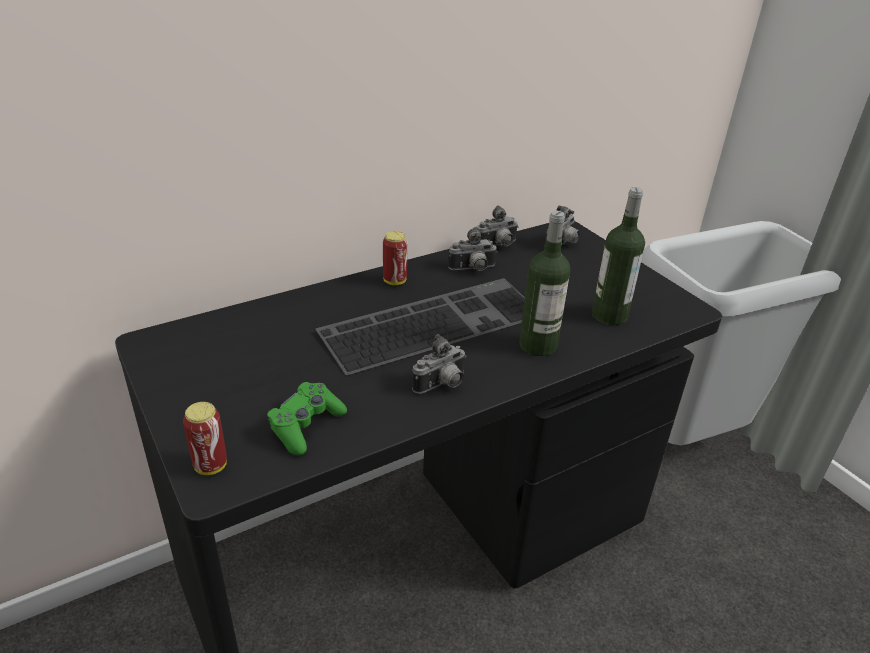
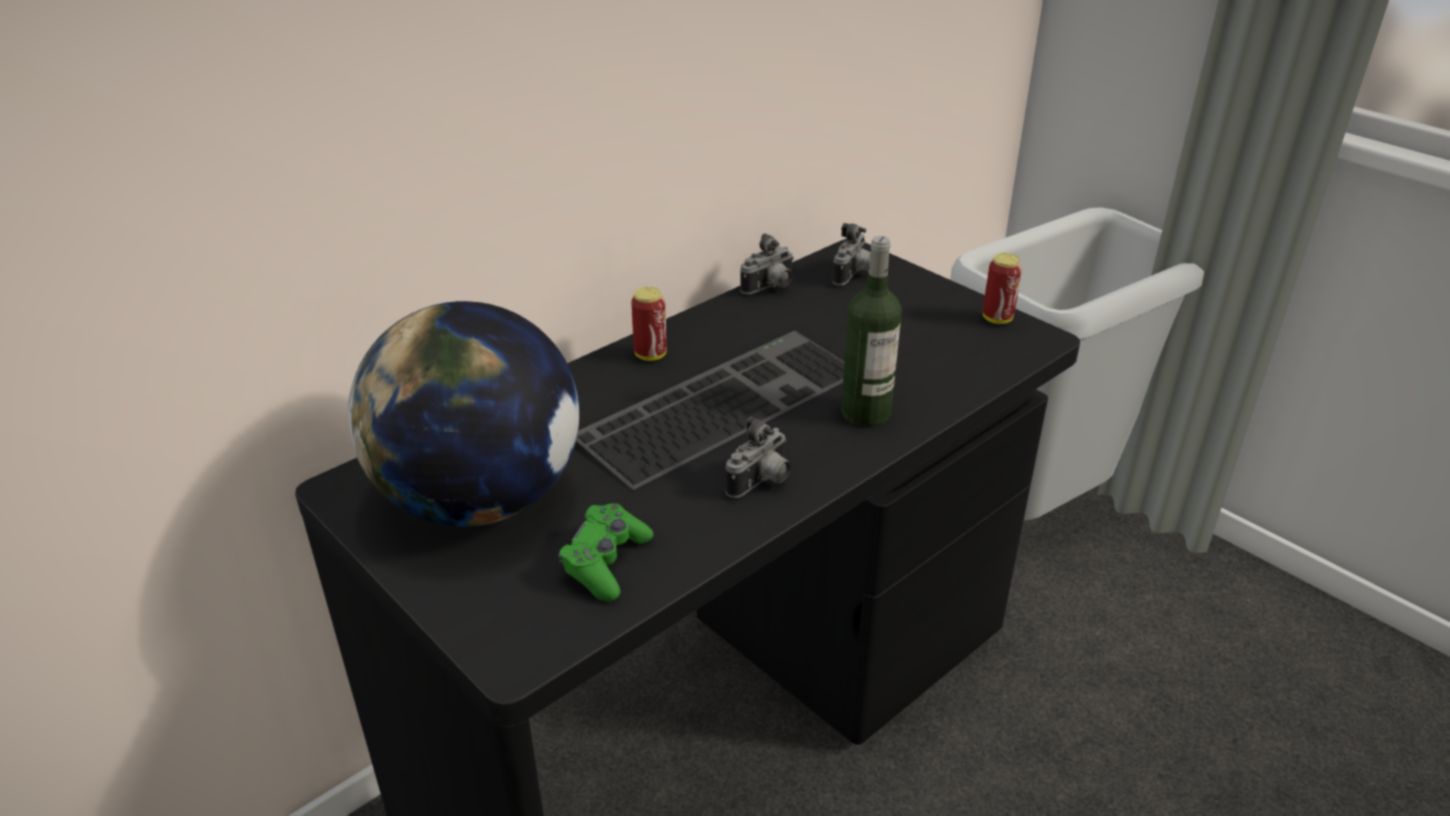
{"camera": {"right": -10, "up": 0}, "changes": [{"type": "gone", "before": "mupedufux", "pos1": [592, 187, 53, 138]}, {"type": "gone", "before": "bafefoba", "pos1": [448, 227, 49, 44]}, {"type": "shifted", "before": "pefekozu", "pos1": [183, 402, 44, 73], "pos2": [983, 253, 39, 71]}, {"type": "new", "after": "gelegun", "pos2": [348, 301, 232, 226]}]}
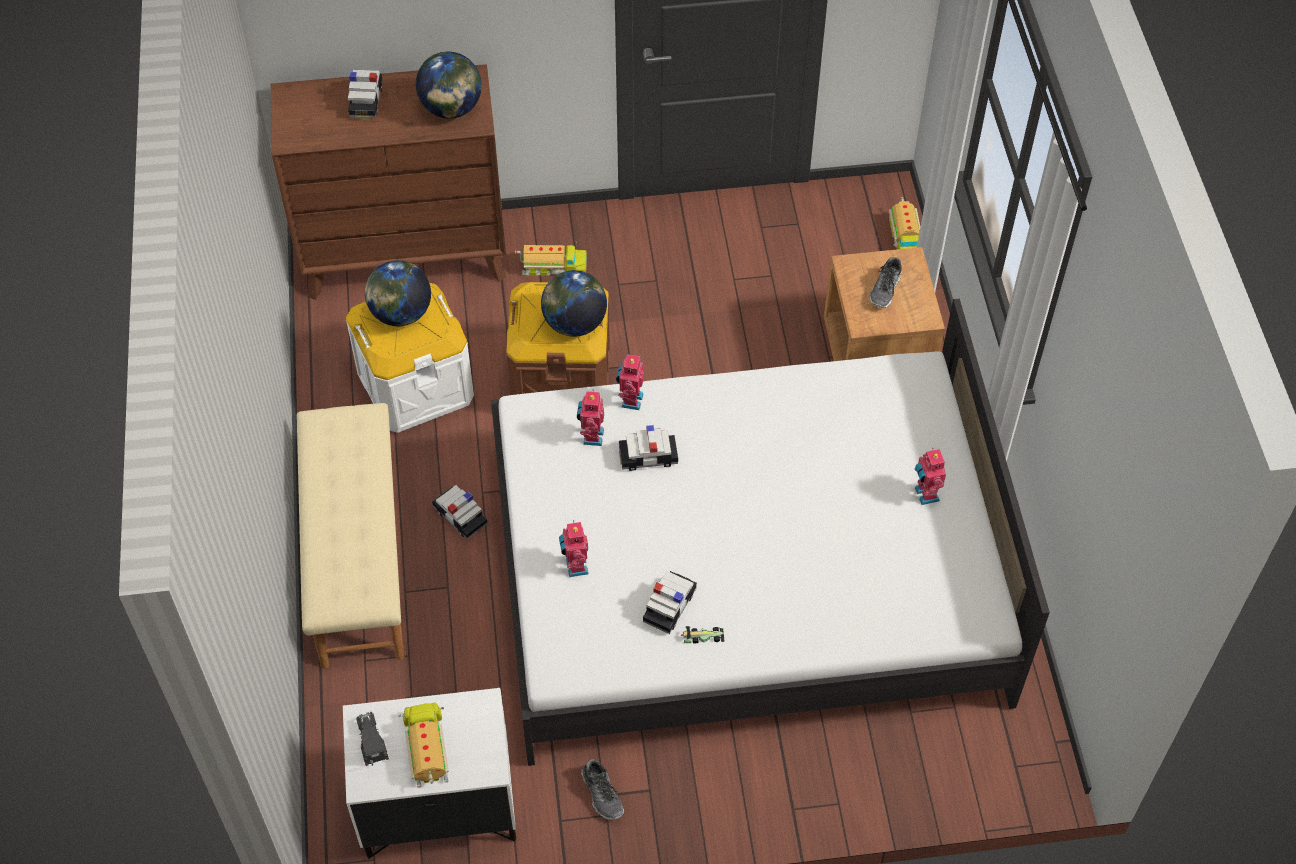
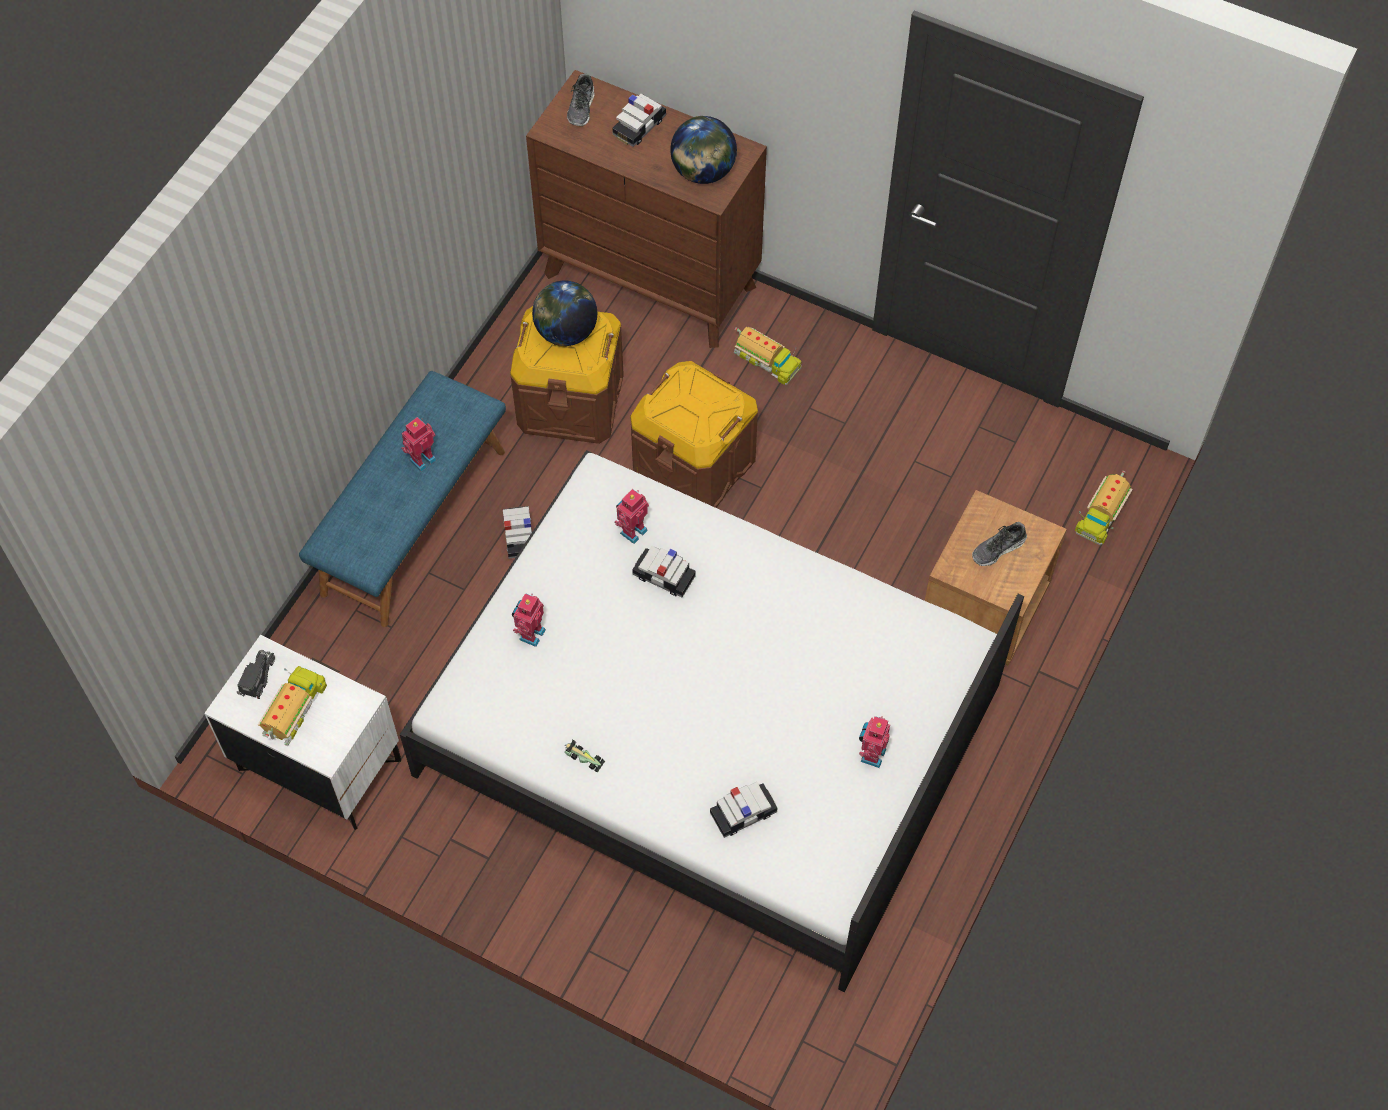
{"camera": {"right": 35, "up": 5}, "changes": [{"type": "gone", "before": "gelegun", "pos1": [541, 270, 66, 67]}, {"type": "repainted", "before": "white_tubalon", "after": "brown_tubalon", "pos1": [346, 283, 128, 150], "pos2": [510, 306, 114, 138]}, {"type": "shifted", "before": "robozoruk", "pos1": [616, 353, 28, 57], "pos2": [401, 417, 35, 54]}, {"type": "repainted", "before": "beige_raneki", "after": "blue_raneki", "pos1": [297, 403, 107, 265], "pos2": [299, 371, 207, 256]}, {"type": "shifted", "before": "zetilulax", "pos1": [643, 571, 54, 63], "pos2": [710, 782, 67, 56]}, {"type": "shifted", "before": "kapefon", "pos1": [581, 759, 43, 61], "pos2": [567, 74, 27, 52]}]}
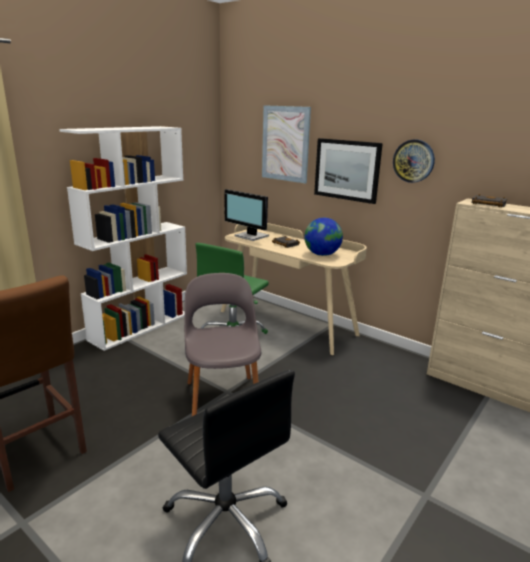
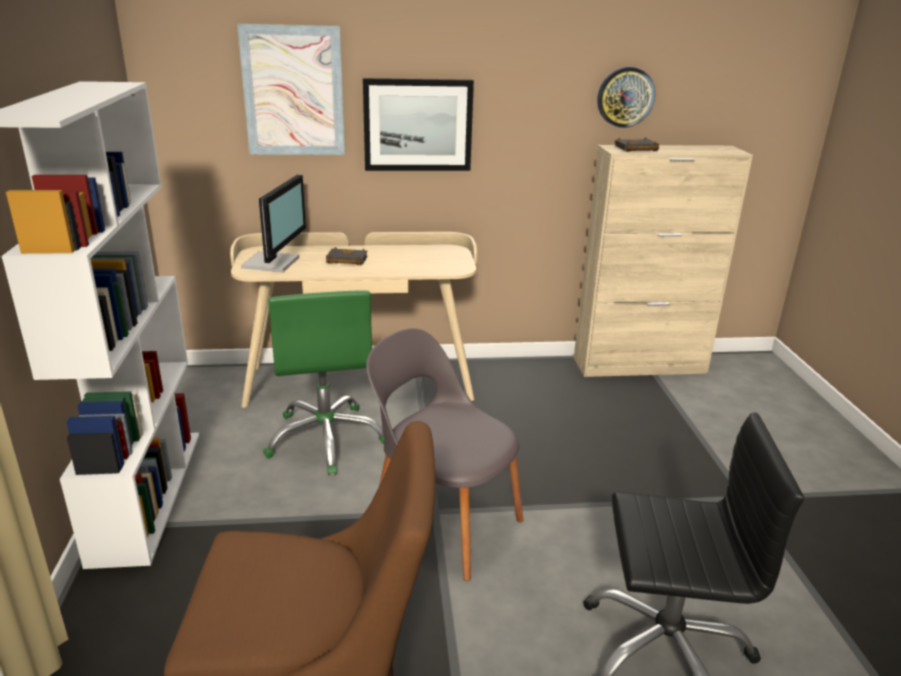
{"camera": {"right": -45, "up": 5}, "changes": [{"type": "shifted", "before": "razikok", "pos1": [393, 139, 42, 44], "pos2": [597, 67, 58, 61]}, {"type": "rotated", "before": "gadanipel", "pos1": [224, 189, 45, 52], "pos2": [241, 175, 65, 97], "turn": -75}, {"type": "gone", "before": "gelegun", "pos1": [304, 218, 39, 38]}]}
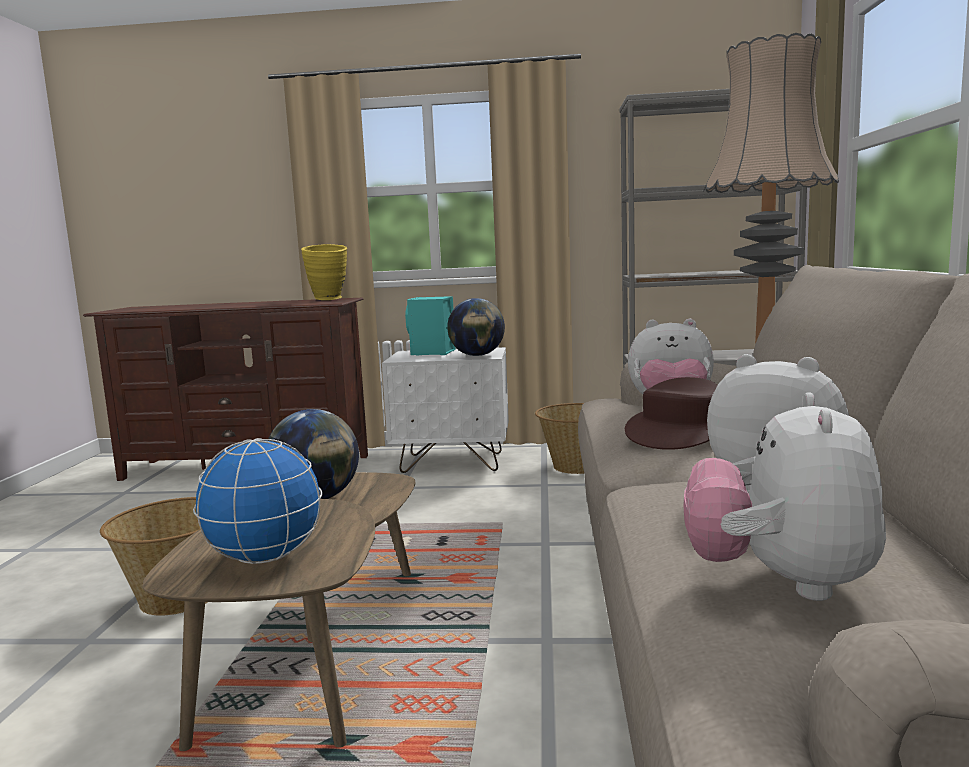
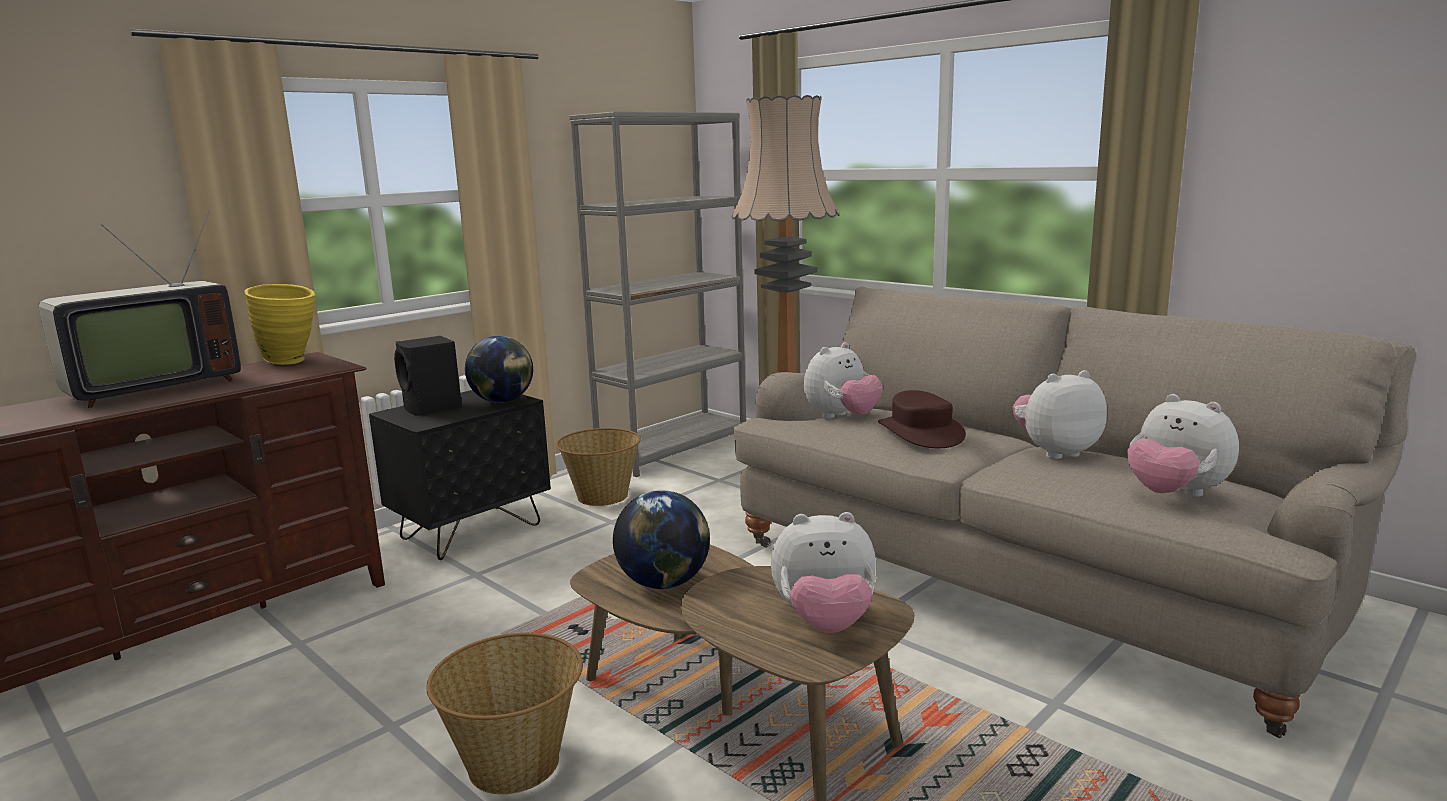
{"camera": {"right": -50, "up": 5}, "changes": [{"type": "repainted", "before": "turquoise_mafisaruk", "after": "black_mafisaruk", "pos1": [405, 296, 51, 59], "pos2": [394, 336, 68, 80]}, {"type": "repainted", "before": "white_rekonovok", "after": "black_rekonovok", "pos1": [382, 347, 127, 126], "pos2": [369, 390, 182, 170]}, {"type": "swapped", "before": "gelegun", "after": "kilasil", "pos1": [193, 438, 129, 126], "pos2": [771, 512, 105, 121]}, {"type": "new", "after": "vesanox", "pos2": [39, 210, 202, 198]}]}
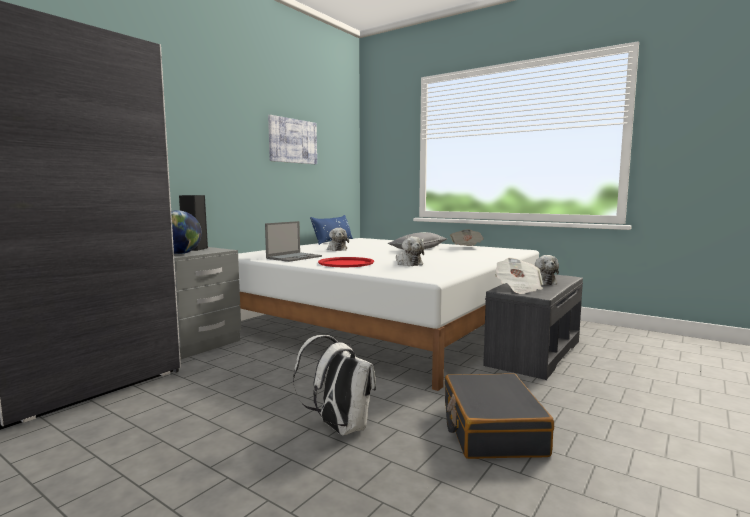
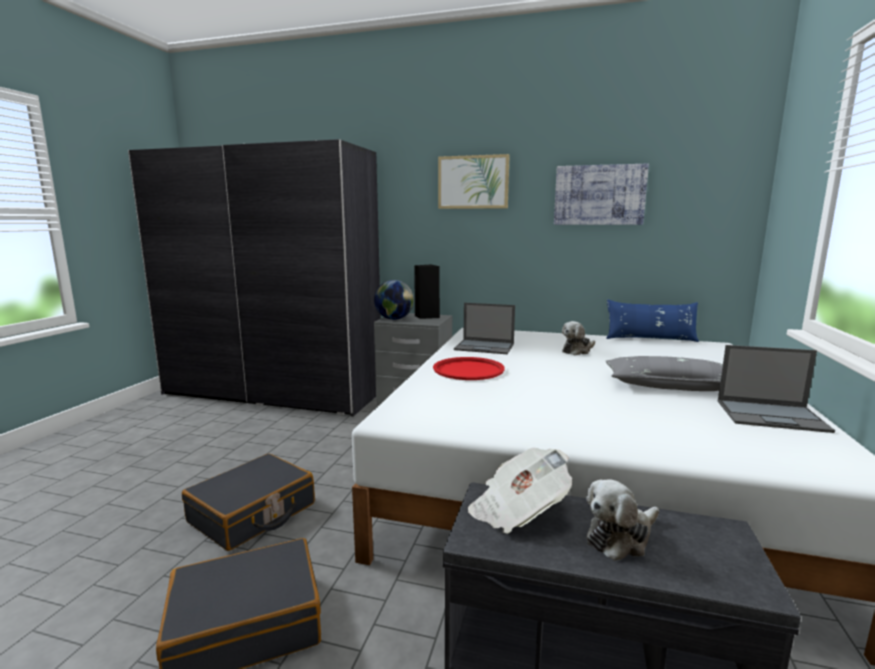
{"camera": {"right": 70, "up": 5}, "changes": [{"type": "swapped", "before": "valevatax", "after": "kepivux", "pos1": [450, 230, 34, 16], "pos2": [718, 345, 117, 88]}, {"type": "gone", "before": "kilasil", "pos1": [396, 237, 28, 29]}, {"type": "swapped", "before": "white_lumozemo", "after": "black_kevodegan", "pos1": [293, 335, 83, 100], "pos2": [182, 454, 133, 97]}, {"type": "new", "after": "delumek", "pos2": [438, 154, 72, 55]}]}
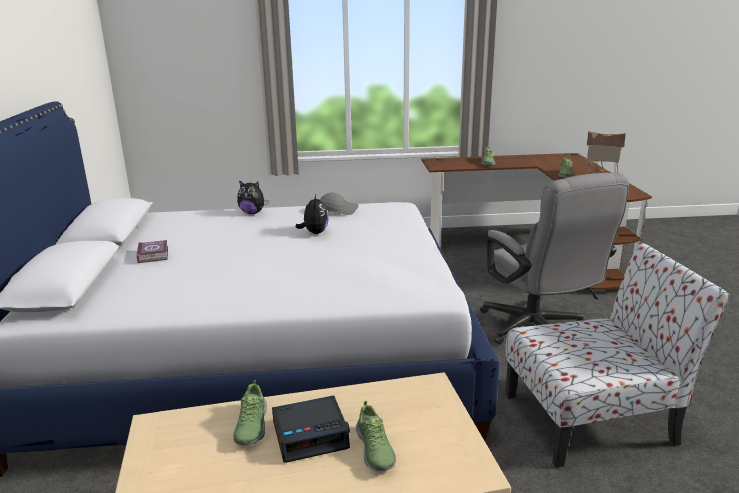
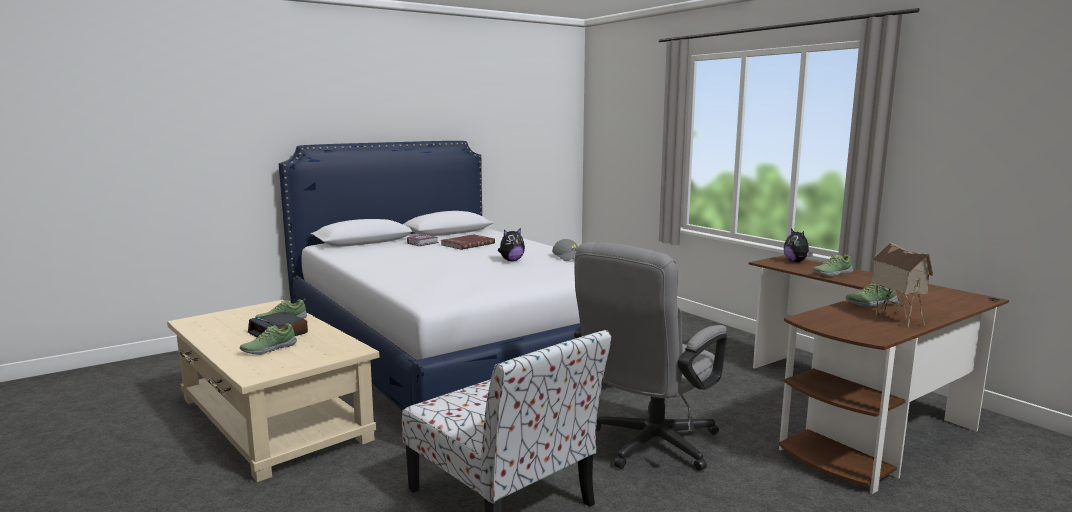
{"camera": {"right": 60, "up": -10}, "changes": [{"type": "shifted", "before": "kilasil", "pos1": [237, 180, 32, 34], "pos2": [784, 228, 29, 34]}, {"type": "new", "after": "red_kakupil", "pos2": [441, 234, 54, 16]}]}
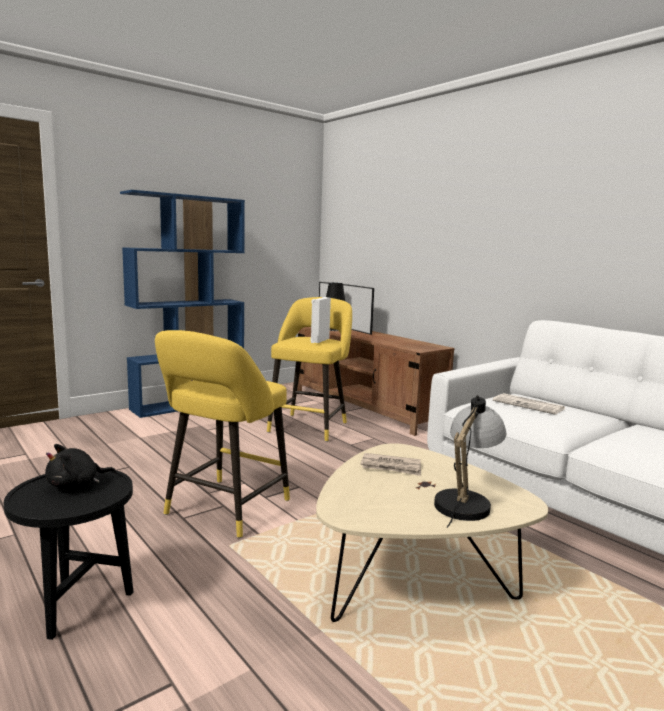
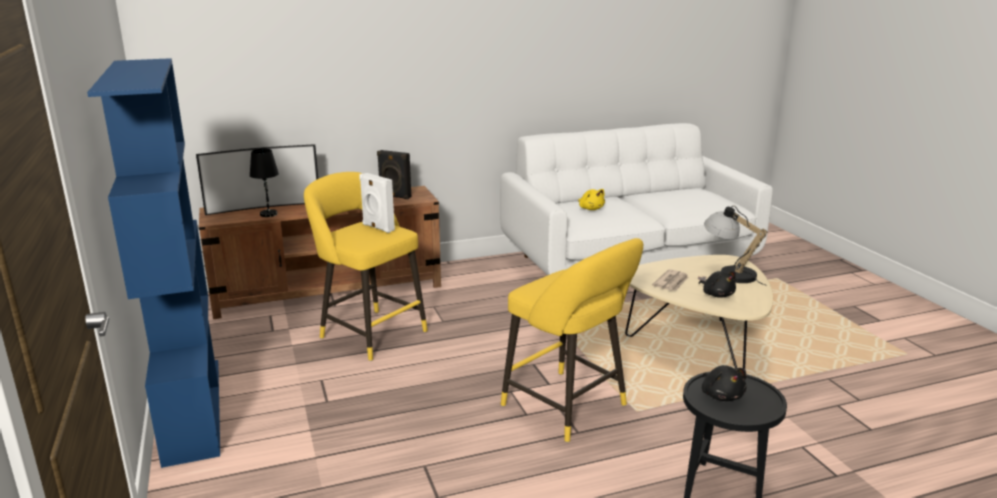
{"camera": {"right": -70, "up": 10}, "changes": [{"type": "swapped", "before": "valevatax", "after": "yellow_kilasil", "pos1": [493, 393, 72, 21], "pos2": [578, 189, 27, 21]}, {"type": "new", "after": "black_mafisaruk", "pos2": [377, 150, 34, 49]}, {"type": "new", "after": "black_kilasil", "pos2": [699, 271, 37, 27]}]}
